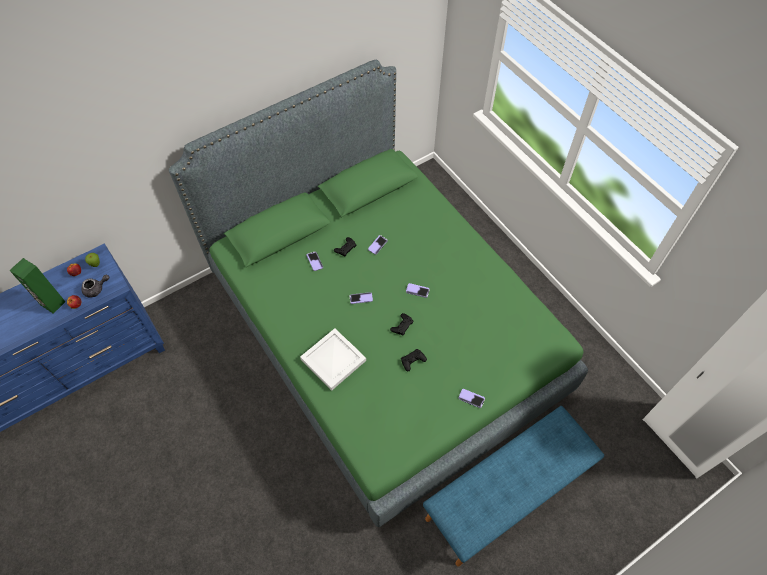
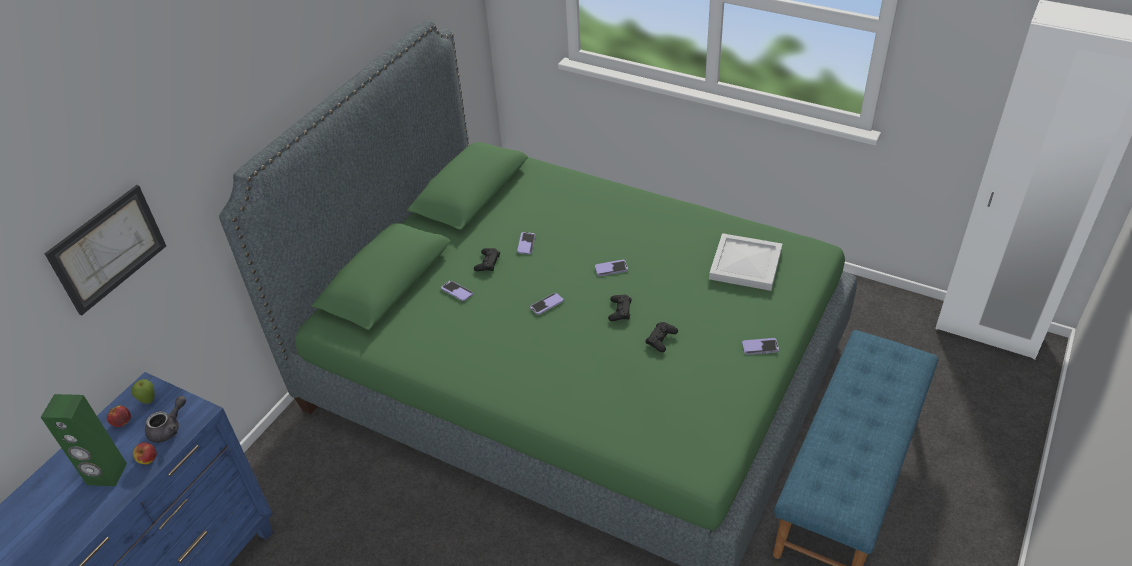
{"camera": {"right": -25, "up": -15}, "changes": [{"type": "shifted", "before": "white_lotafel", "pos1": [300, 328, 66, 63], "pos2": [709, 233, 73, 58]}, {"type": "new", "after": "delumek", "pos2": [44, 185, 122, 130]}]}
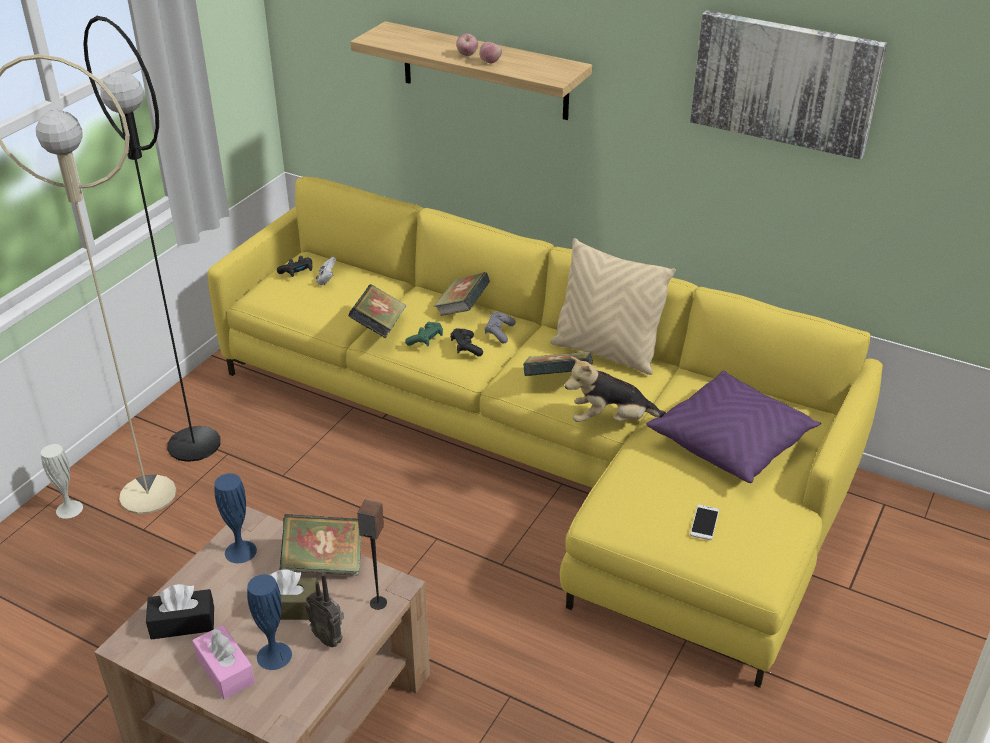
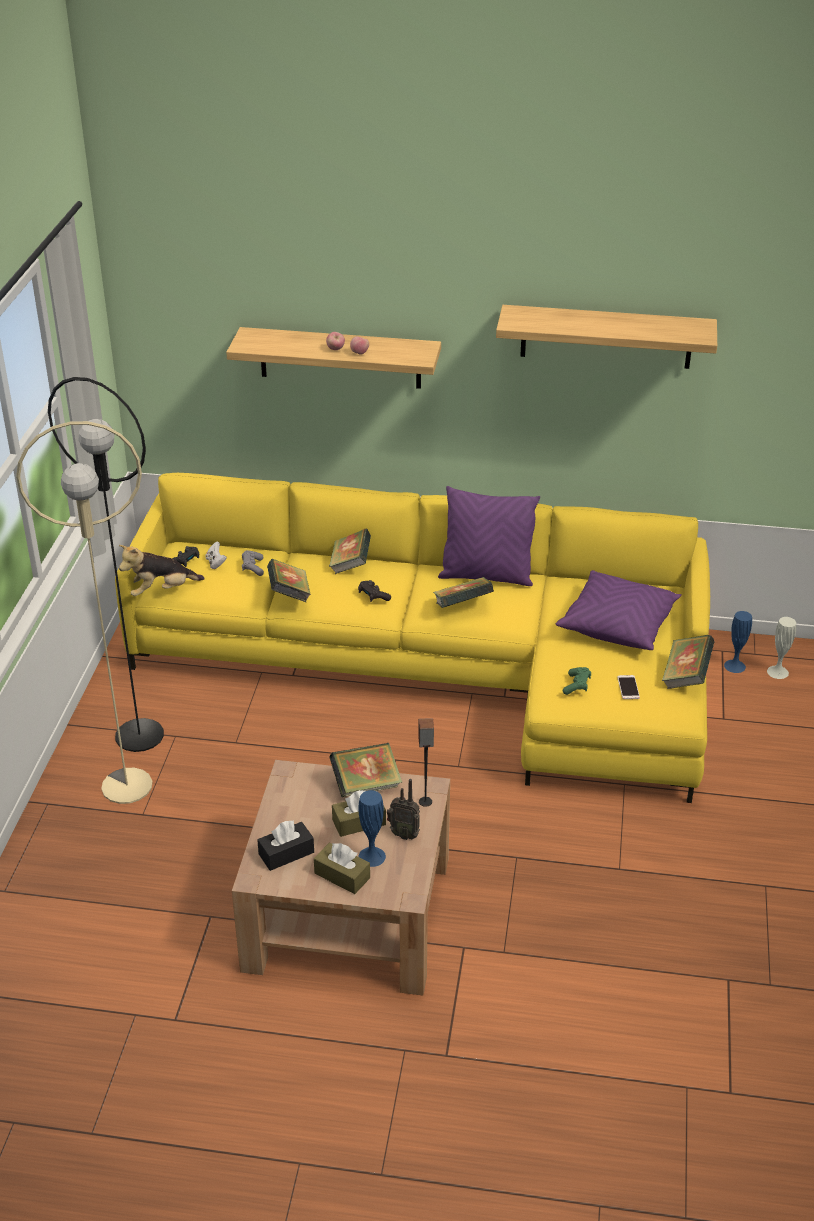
{"camera": {"right": -20, "up": 0}, "changes": [{"type": "swapped", "before": "delumek", "after": "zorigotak", "pos1": [690, 10, 197, 150], "pos2": [496, 305, 221, 64]}, {"type": "repainted", "before": "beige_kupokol", "after": "purple_kupokol", "pos1": [550, 238, 126, 137], "pos2": [438, 486, 102, 100]}, {"type": "shifted", "before": "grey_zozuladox", "pos1": [485, 311, 31, 33], "pos2": [242, 550, 22, 26]}, {"type": "shifted", "before": "green_zozuladox", "pos1": [405, 322, 38, 24], "pos2": [563, 667, 28, 28]}, {"type": "shifted", "before": "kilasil", "pos1": [565, 357, 101, 65], "pos2": [119, 545, 85, 51]}, {"type": "shifted", "before": "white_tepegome", "pos1": [41, 444, 42, 75], "pos2": [767, 617, 29, 62]}, {"type": "shifted", "before": "blue_tepegome", "pos1": [214, 473, 43, 90], "pos2": [724, 611, 28, 62]}, {"type": "repainted", "before": "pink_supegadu", "after": "brown_supegadu", "pos1": [192, 625, 63, 74], "pos2": [314, 843, 56, 51]}, {"type": "new", "after": "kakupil", "pos2": [662, 635, 53, 54]}]}
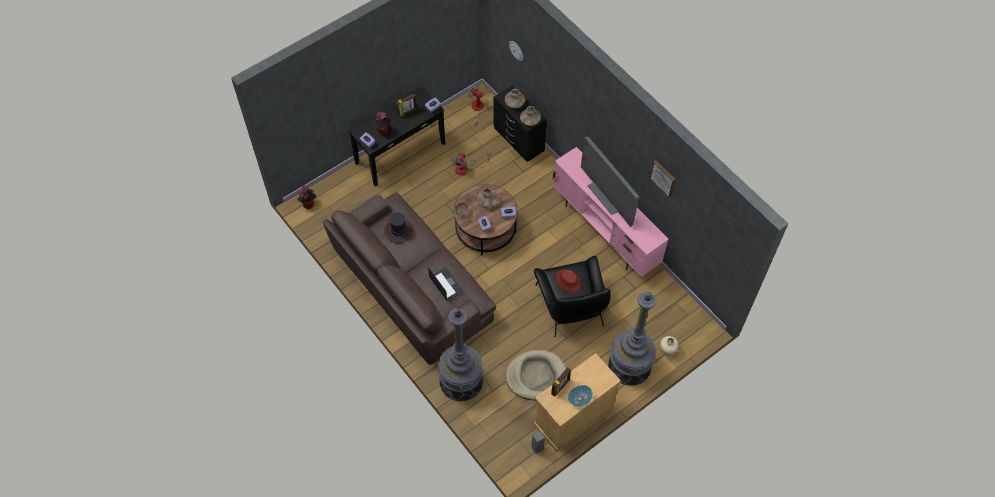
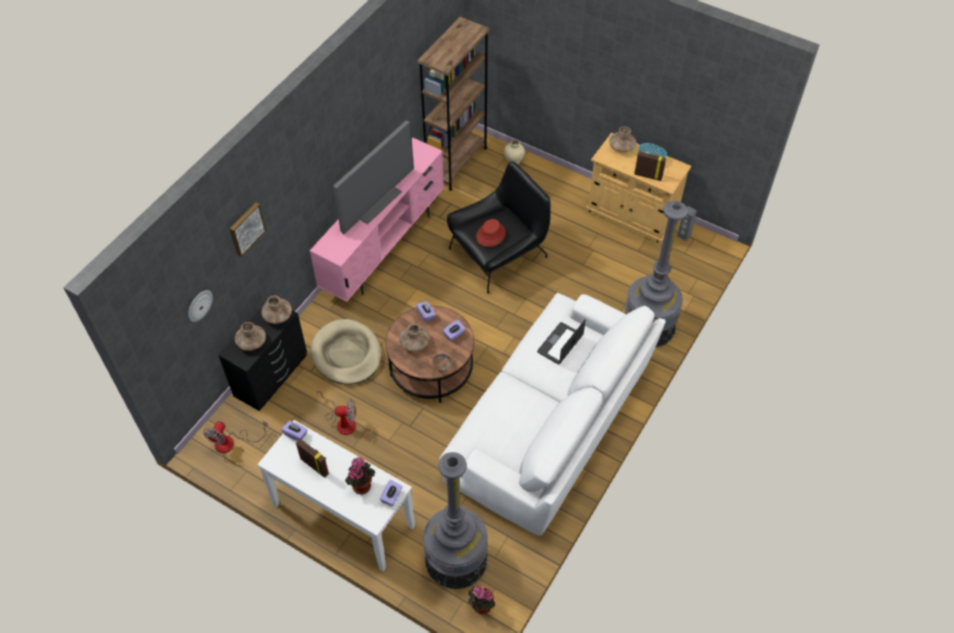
{"camera": {"right": -110, "up": -5}, "changes": [{"type": "repainted", "before": "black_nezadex", "after": "white_nezadex", "pos1": [348, 87, 97, 100], "pos2": [257, 420, 158, 151]}, {"type": "shifted", "before": "delumek", "pos1": [650, 160, 26, 37], "pos2": [230, 202, 36, 55]}, {"type": "repainted", "before": "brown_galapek", "after": "white_galapek", "pos1": [322, 192, 174, 173], "pos2": [439, 293, 227, 243]}, {"type": "gone", "before": "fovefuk", "pos1": [384, 212, 30, 31]}, {"type": "shifted", "before": "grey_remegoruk", "pos1": [608, 292, 48, 94], "pos2": [423, 452, 65, 137]}, {"type": "shifted", "before": "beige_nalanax", "pos1": [506, 350, 60, 50], "pos2": [311, 319, 71, 66]}, {"type": "new", "after": "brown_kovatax", "pos2": [417, 17, 73, 174]}, {"type": "new", "after": "brown_tepegome", "pos2": [609, 126, 27, 27]}]}
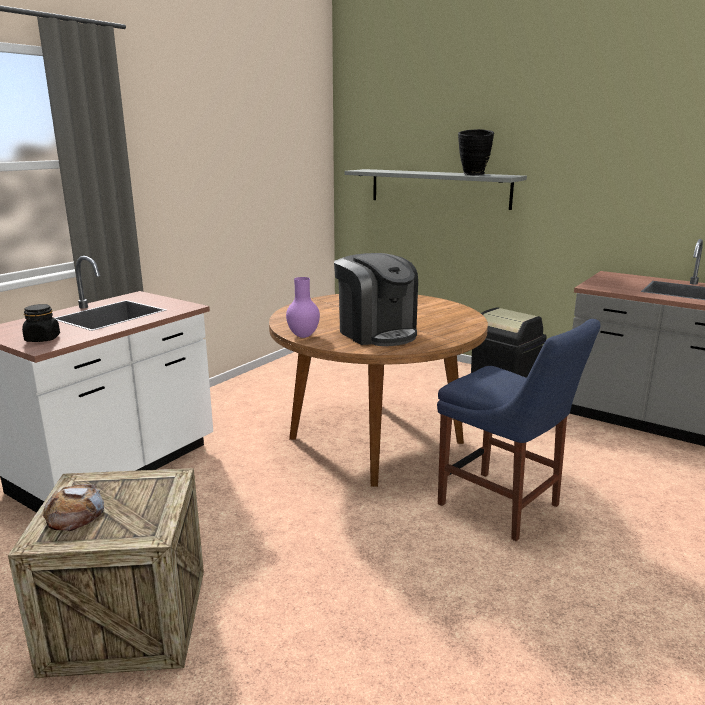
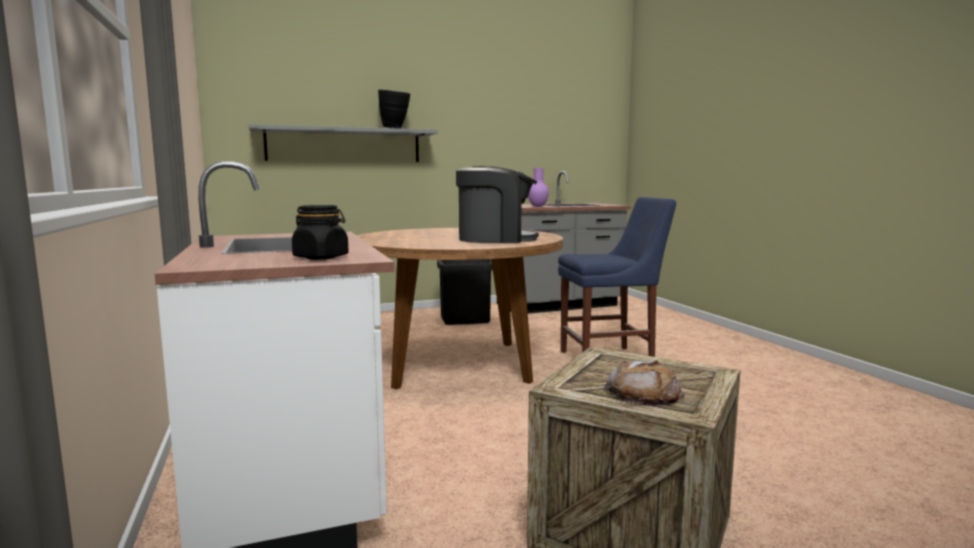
{"camera": {"right": -55, "up": -10}, "changes": [{"type": "shifted", "before": "purple_tepegome", "pos1": [286, 277, 34, 61], "pos2": [528, 168, 21, 39]}]}
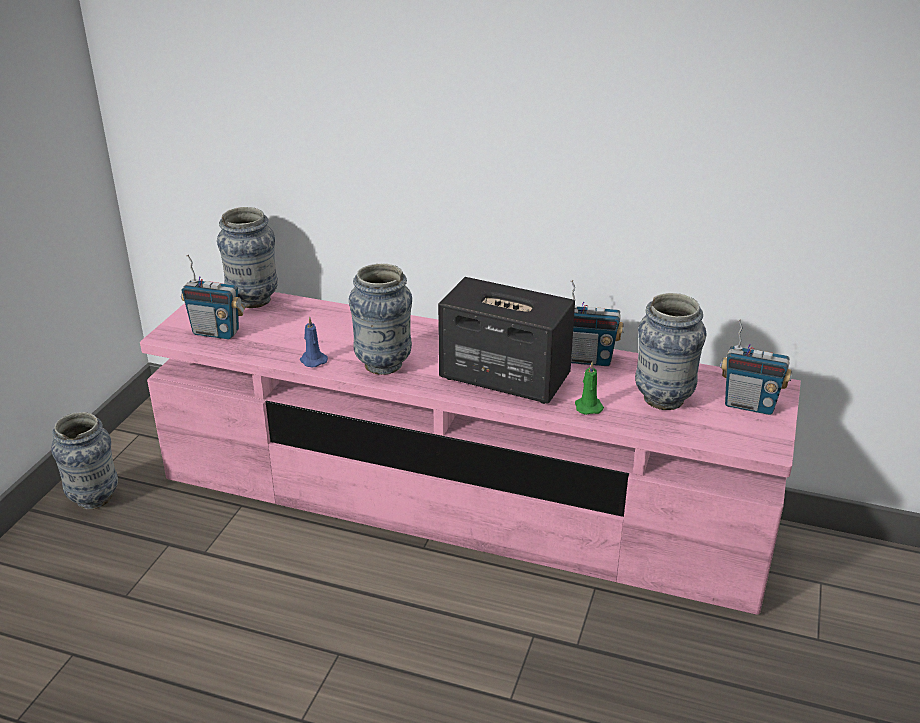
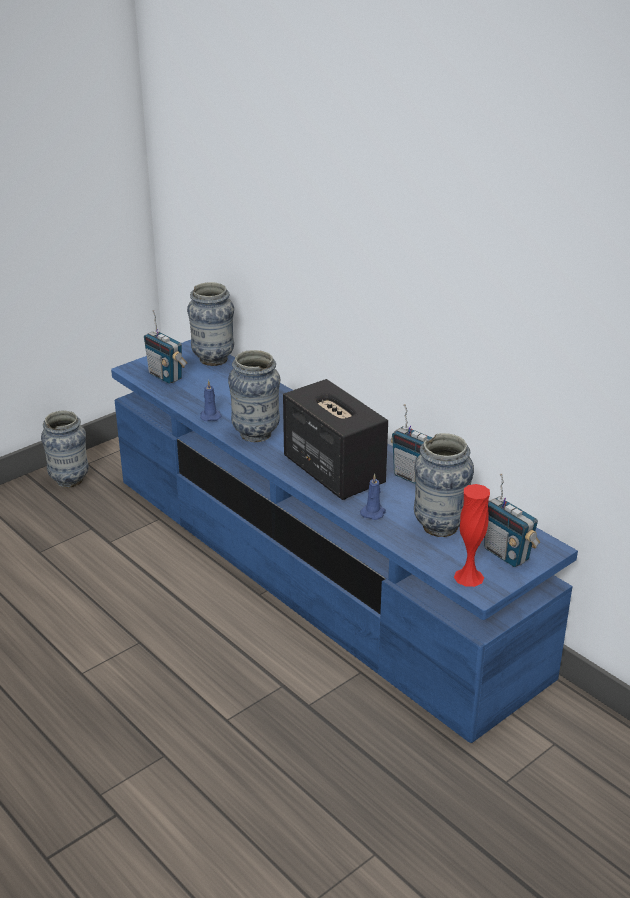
{"camera": {"right": 30, "up": 0}, "changes": [{"type": "repainted", "before": "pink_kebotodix", "after": "blue_kebotodix", "pos1": [140, 281, 661, 334], "pos2": [111, 340, 467, 403]}, {"type": "repainted", "before": "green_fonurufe", "after": "blue_fonurufe", "pos1": [575, 361, 29, 54], "pos2": [360, 474, 26, 46]}, {"type": "new", "after": "red_tepegome", "pos2": [454, 484, 36, 103]}]}
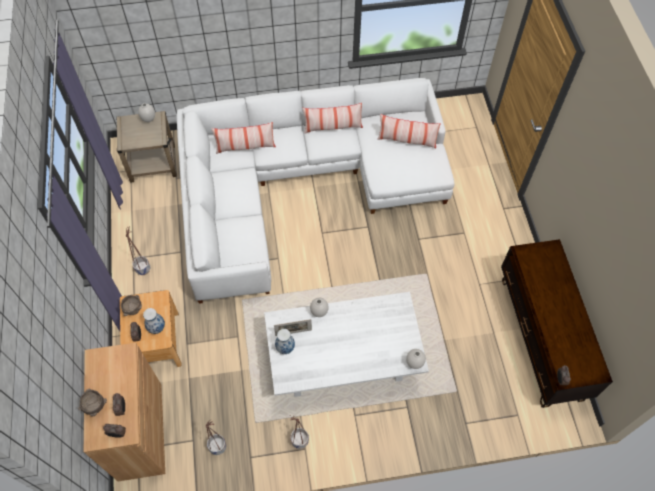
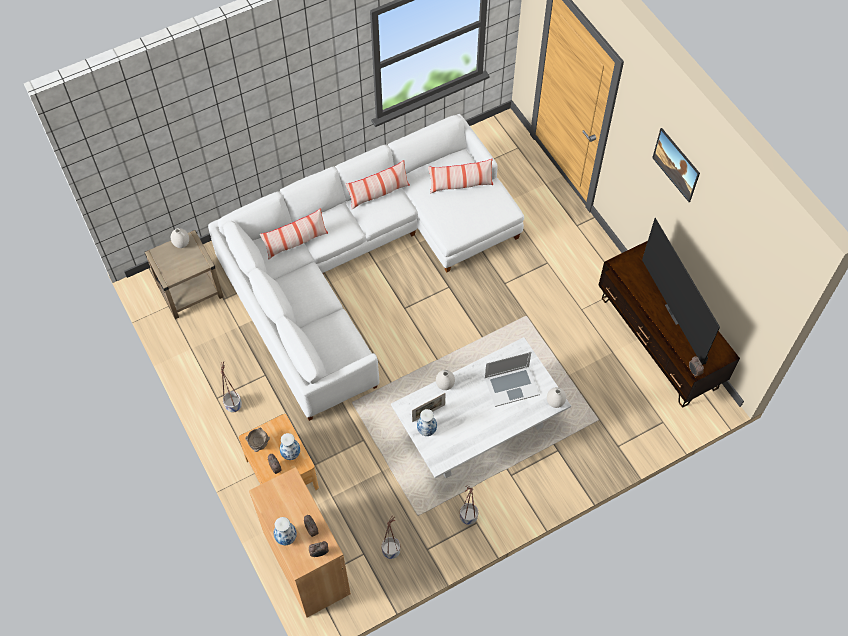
{"camera": {"right": -20, "up": 0}, "changes": [{"type": "swapped", "before": "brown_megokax", "after": "tepegome", "pos1": [78, 389, 29, 27], "pos2": [274, 517, 23, 28]}, {"type": "new", "after": "delumek", "pos2": [652, 128, 48, 74]}, {"type": "new", "after": "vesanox", "pos2": [642, 218, 78, 147]}, {"type": "new", "after": "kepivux", "pos2": [485, 351, 55, 56]}]}
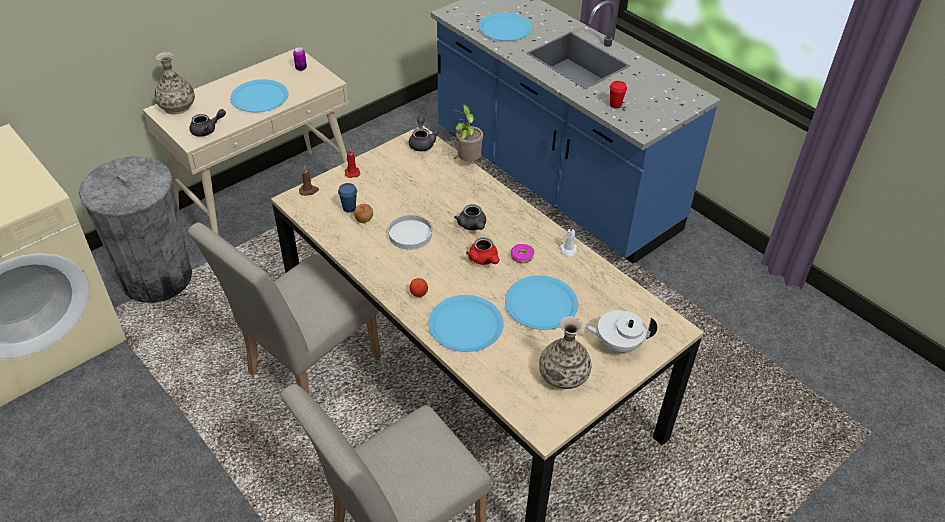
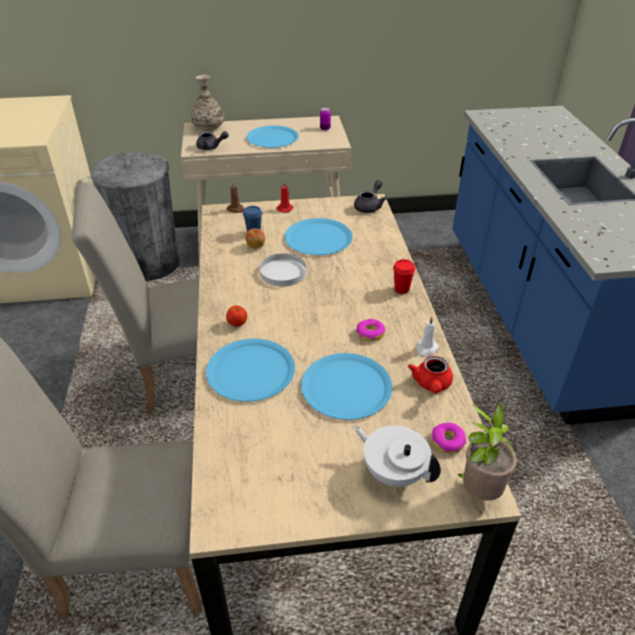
{"camera": {"right": 35, "up": -5}, "changes": [{"type": "shifted", "before": "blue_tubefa", "pos1": [479, 13, 54, 28], "pos2": [285, 218, 68, 37]}, {"type": "shifted", "before": "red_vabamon", "pos1": [610, 81, 17, 28], "pos2": [393, 259, 22, 35]}, {"type": "shifted", "before": "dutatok", "pos1": [452, 104, 31, 58], "pos2": [458, 403, 59, 98]}, {"type": "gone", "before": "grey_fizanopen", "pos1": [454, 204, 32, 26]}, {"type": "shifted", "before": "red_fizanopen", "pos1": [466, 238, 33, 27], "pos2": [408, 356, 45, 37]}, {"type": "gone", "before": "tepegome", "pos1": [539, 316, 52, 73]}, {"type": "new", "after": "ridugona", "pos2": [432, 422, 34, 31]}]}
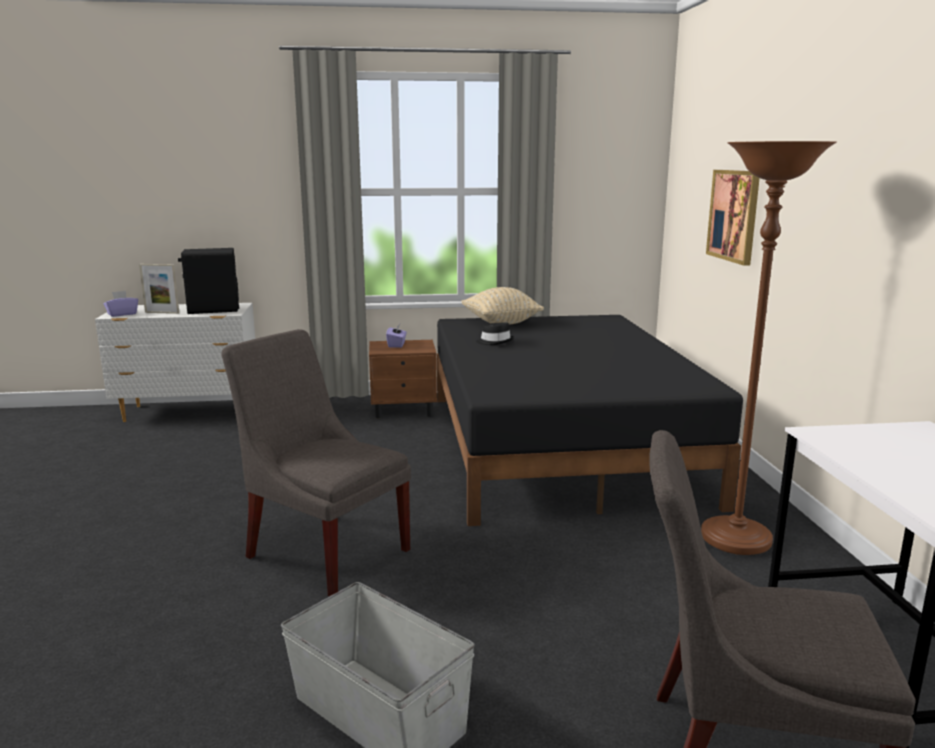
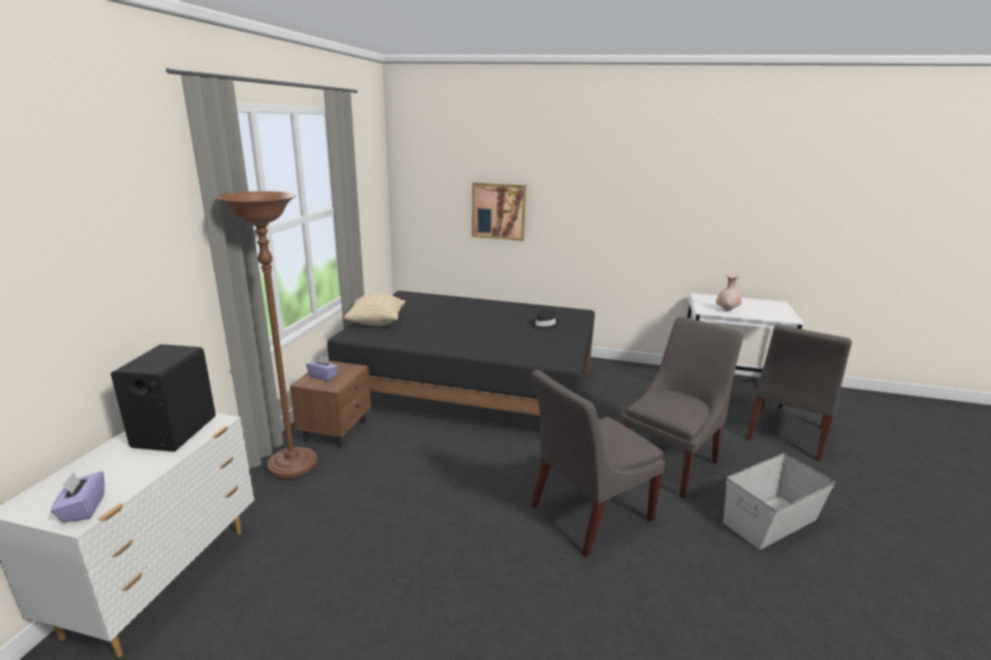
{"camera": {"right": -70, "up": 5}, "changes": [{"type": "shifted", "before": "brown_remegoruk", "pos1": [701, 141, 136, 414], "pos2": [216, 191, 101, 288]}, {"type": "gone", "before": "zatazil", "pos1": [139, 264, 40, 50]}, {"type": "shifted", "before": "black_fovefuk", "pos1": [476, 322, 38, 23], "pos2": [531, 309, 28, 21]}, {"type": "new", "after": "beige_tepegome", "pos2": [716, 275, 26, 36]}, {"type": "new", "after": "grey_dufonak", "pos2": [621, 317, 122, 181]}]}
